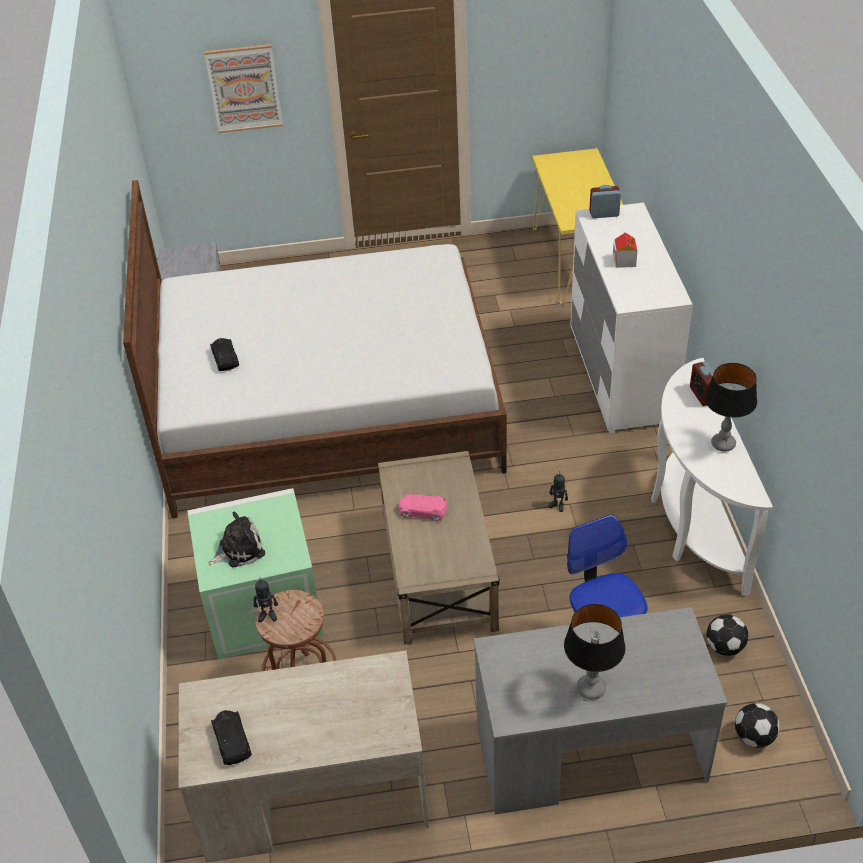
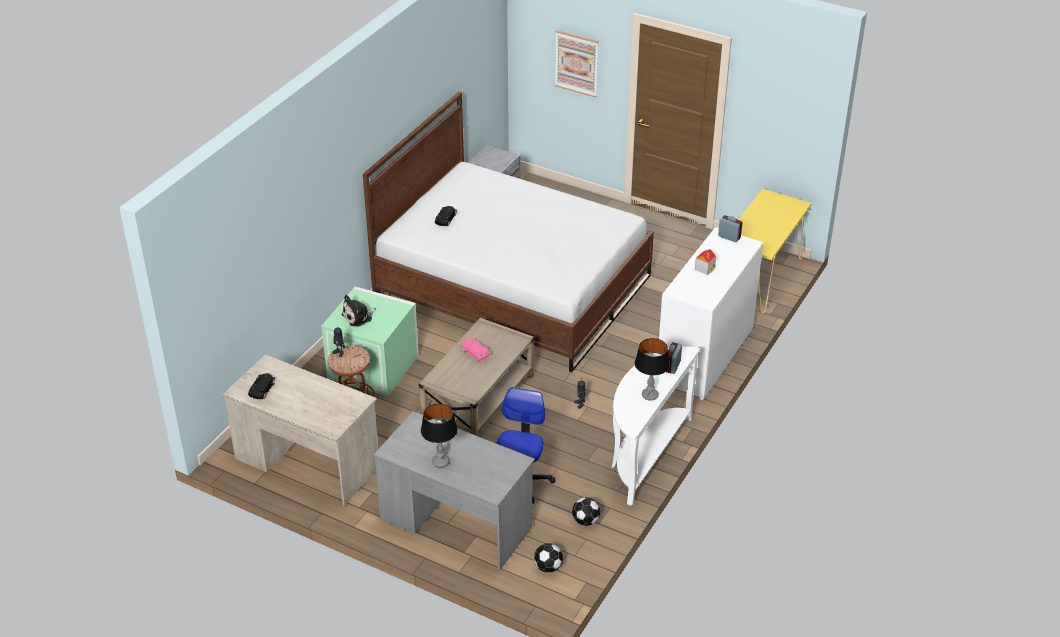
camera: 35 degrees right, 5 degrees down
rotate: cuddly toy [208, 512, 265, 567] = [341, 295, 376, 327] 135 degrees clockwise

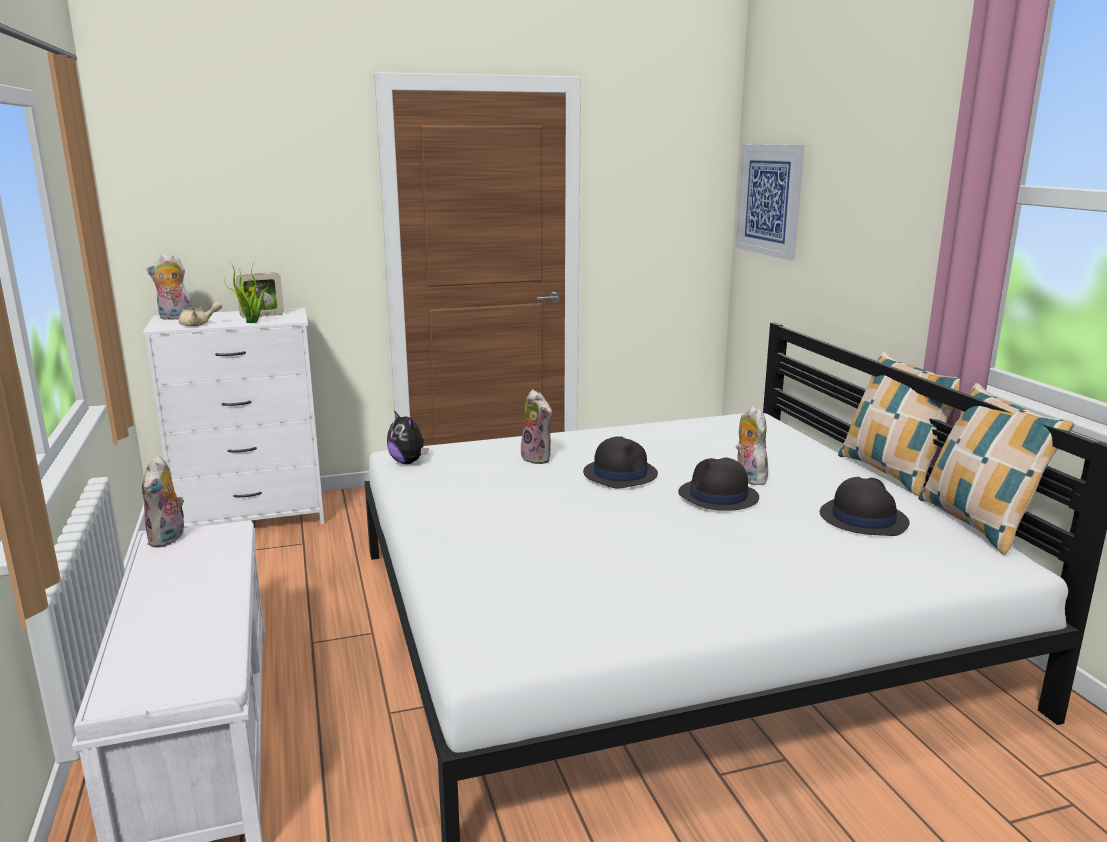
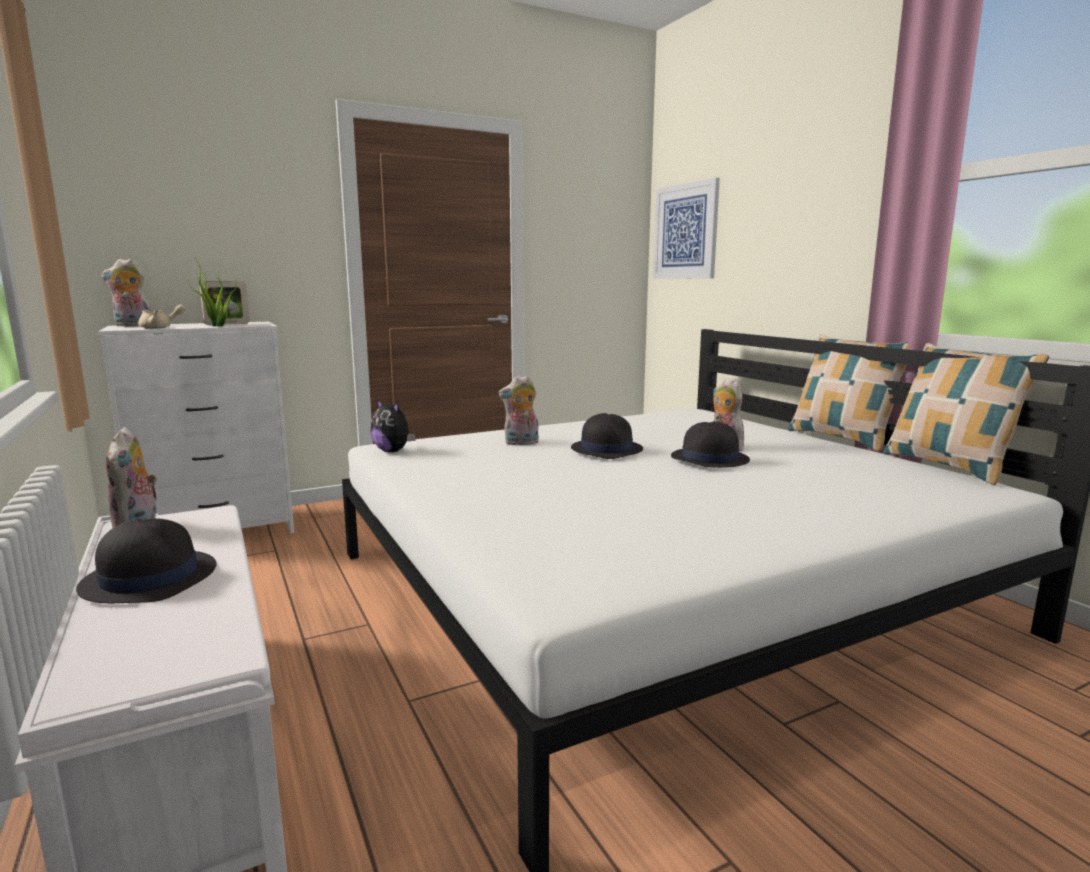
camera: 10 degrees left, 5 degrees down
move: black-coloured clothing hat [820, 477, 910, 536] to [76, 518, 216, 603]
rotate: cuddly toy [521, 390, 552, 464] = [498, 375, 539, 445] 120 degrees clockwise

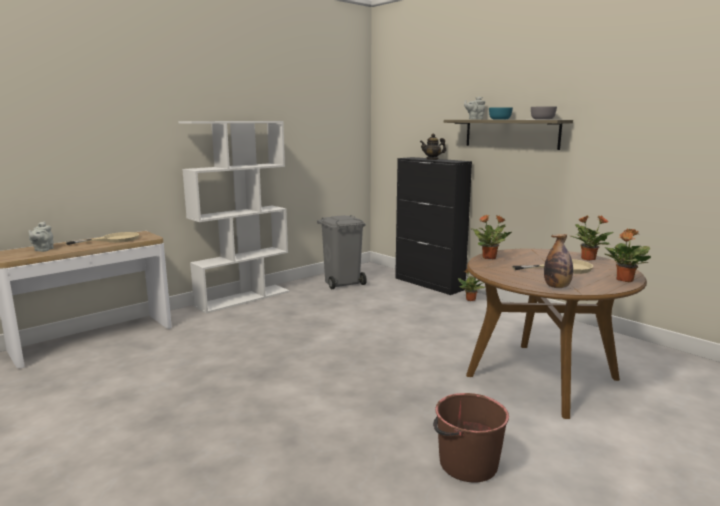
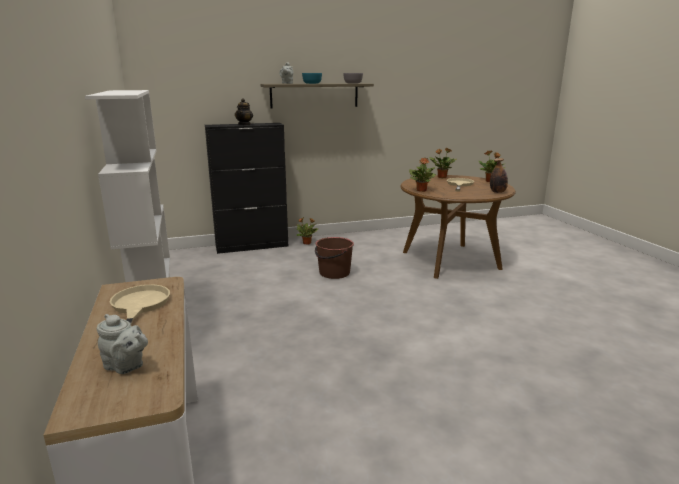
camera: 65 degrees left, 5 degrees up
delete: grey trash can [317, 215, 367, 289]
move: brown-coloured water bucket [433, 393, 509, 483] to [315, 237, 354, 279]

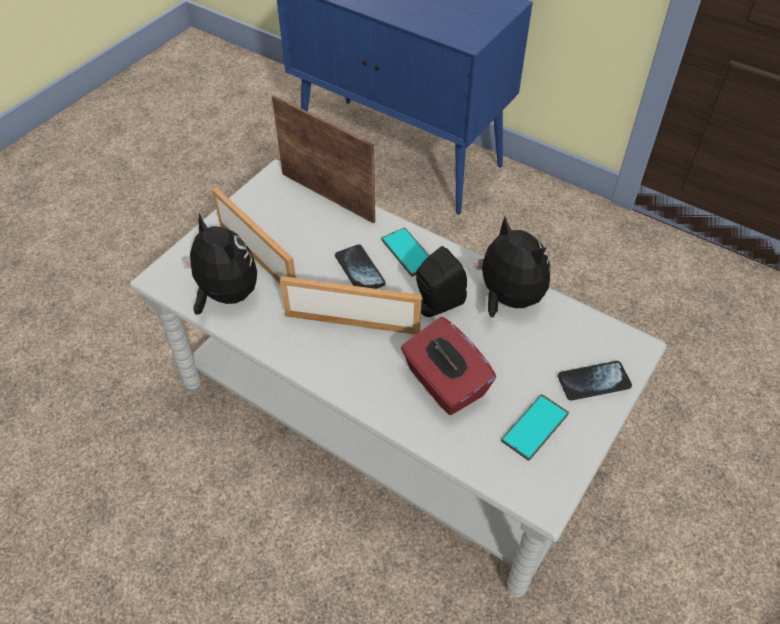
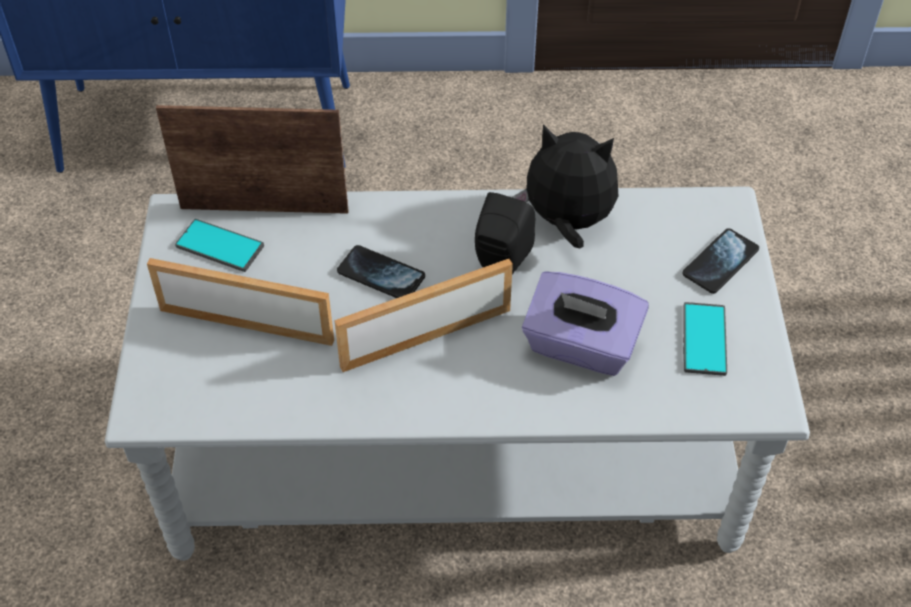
camera: 35 degrees left, 0 degrees up
delete: cuddly toy [182, 213, 257, 315]
move: handset [381, 228, 429, 277] to [175, 219, 264, 272]
recolor: red box of tissues [401, 317, 496, 415] to purple-coloured box of tissues [522, 272, 649, 376]

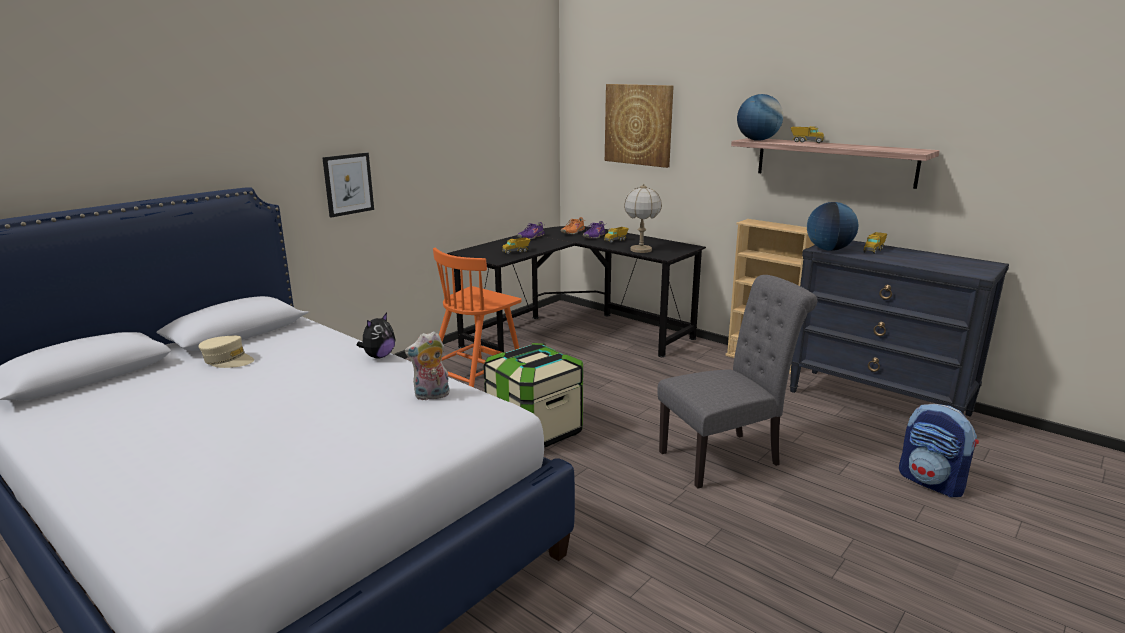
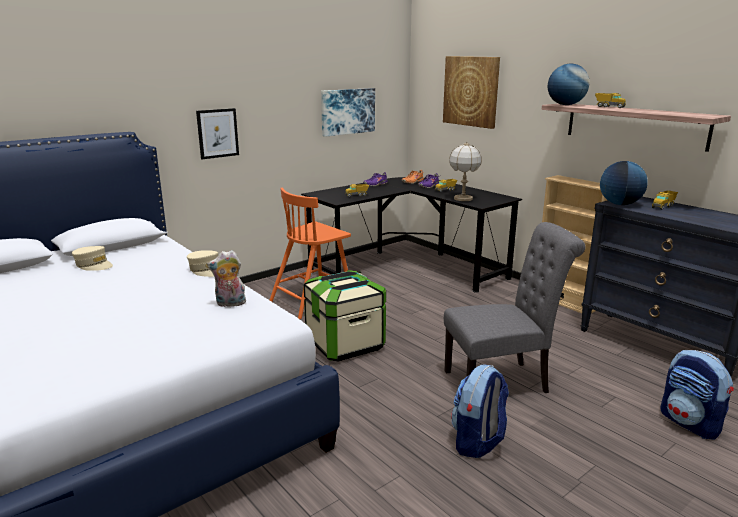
camera: 10 degrees right, 0 degrees up
insert: picture [321, 88, 375, 137]; backpack [451, 364, 509, 458]
replace: cuddly toy [357, 313, 395, 358] to beige peaked cap [187, 250, 218, 277]

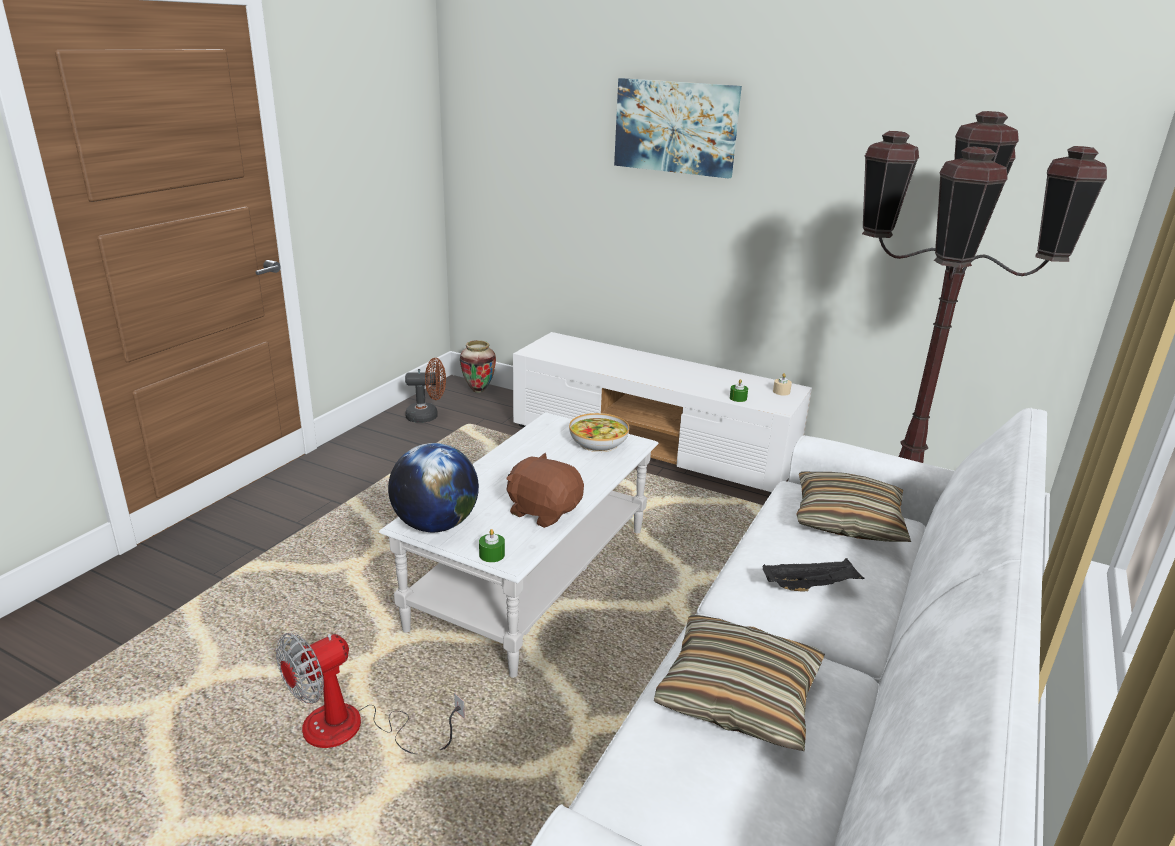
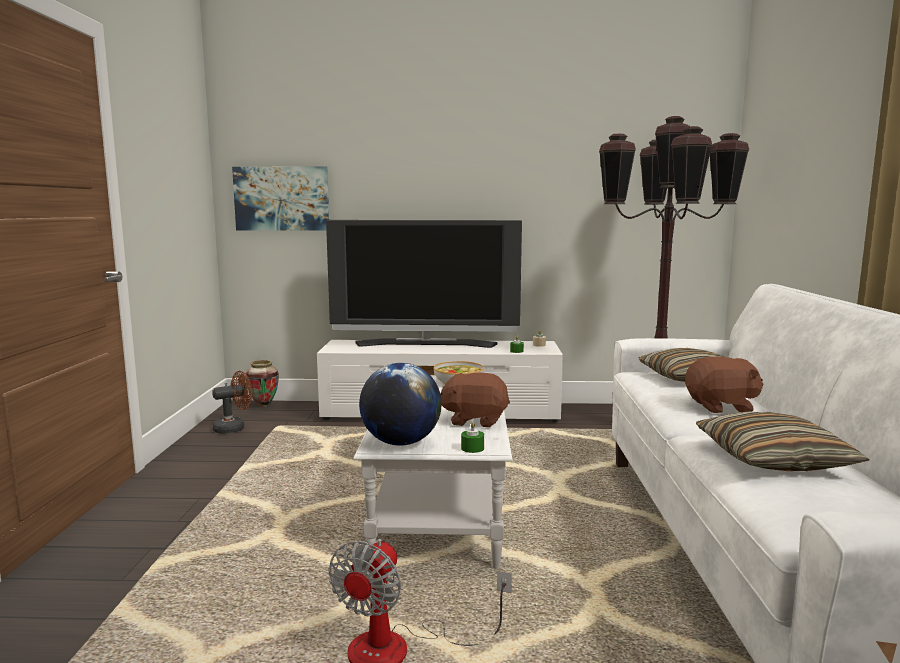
camera: 25 degrees left, 15 degrees down
insert: TV set [326, 220, 522, 348]
move: picture [614, 78, 742, 179] to [232, 167, 329, 231]
replace: black-coloured carrying tray [762, 558, 864, 591] to brown-coloured cuddly toy [685, 357, 763, 413]

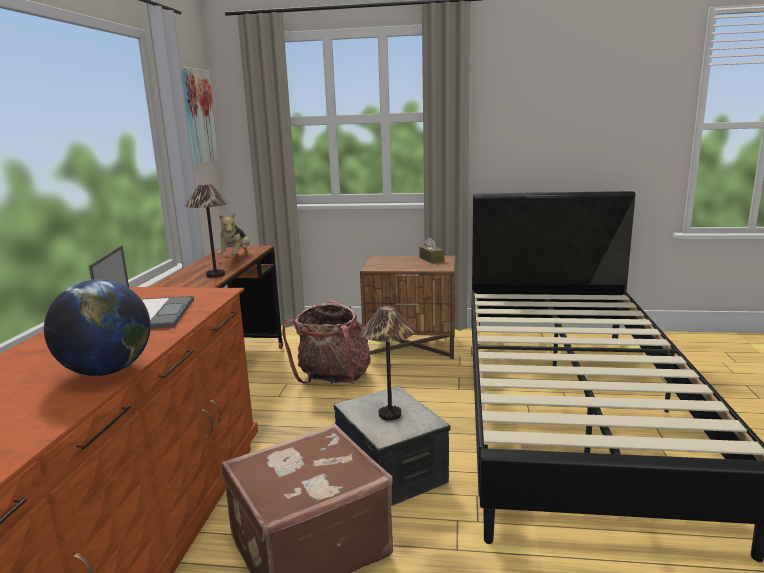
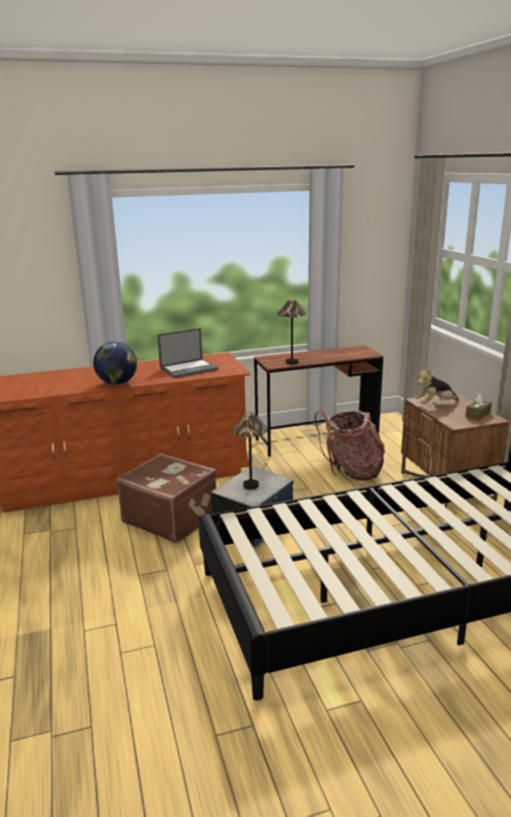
camera: 65 degrees right, 5 degrees up
delete: picture [181, 66, 219, 165]
move: cuddly toy [217, 212, 250, 255] to [415, 368, 459, 404]

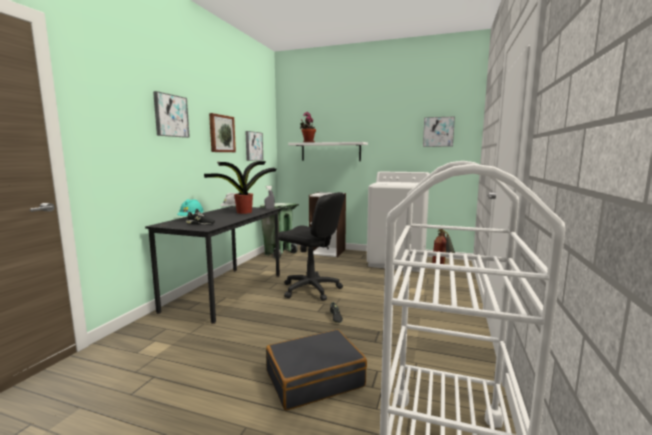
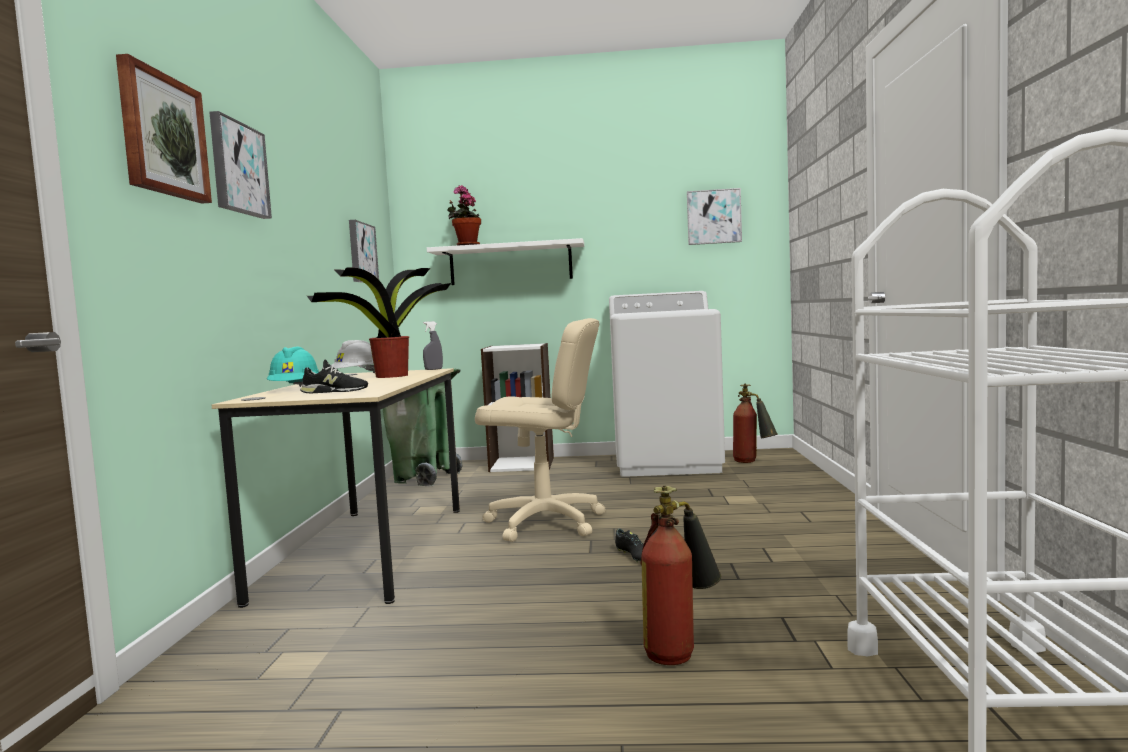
camera: 15 degrees left, 5 degrees down
move: picture [209, 113, 236, 152] to [116, 54, 212, 204]
replace: black-coloured suitcase [266, 329, 367, 410] to fire extinguisher [641, 486, 721, 665]
recolor: black-coloured desk table [145, 206, 280, 324] to beige desk table [212, 368, 460, 608]; black-coloured computer chair [278, 192, 345, 301] to beige computer chair [475, 318, 605, 542]

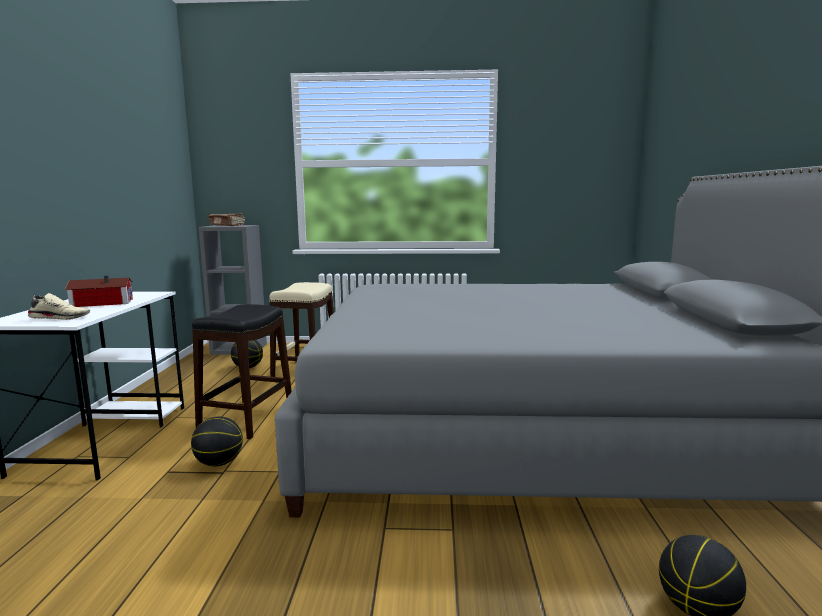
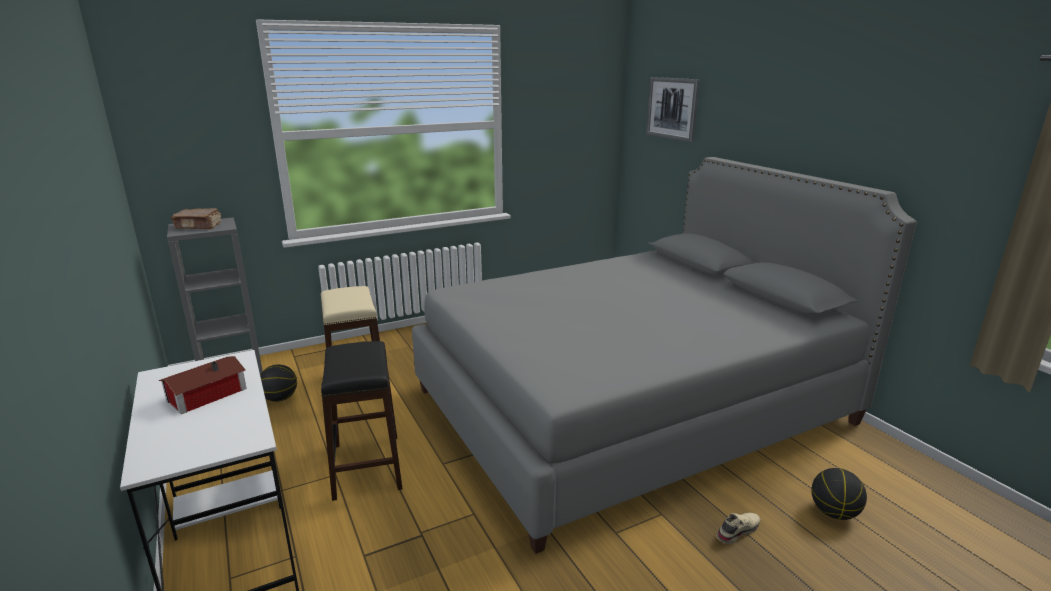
camera: 30 degrees left, 10 degrees up
delete: basketball [191, 416, 243, 466]
insert: picture [646, 77, 700, 143]
move: beige low shoe [27, 293, 90, 320] to [716, 513, 760, 544]

